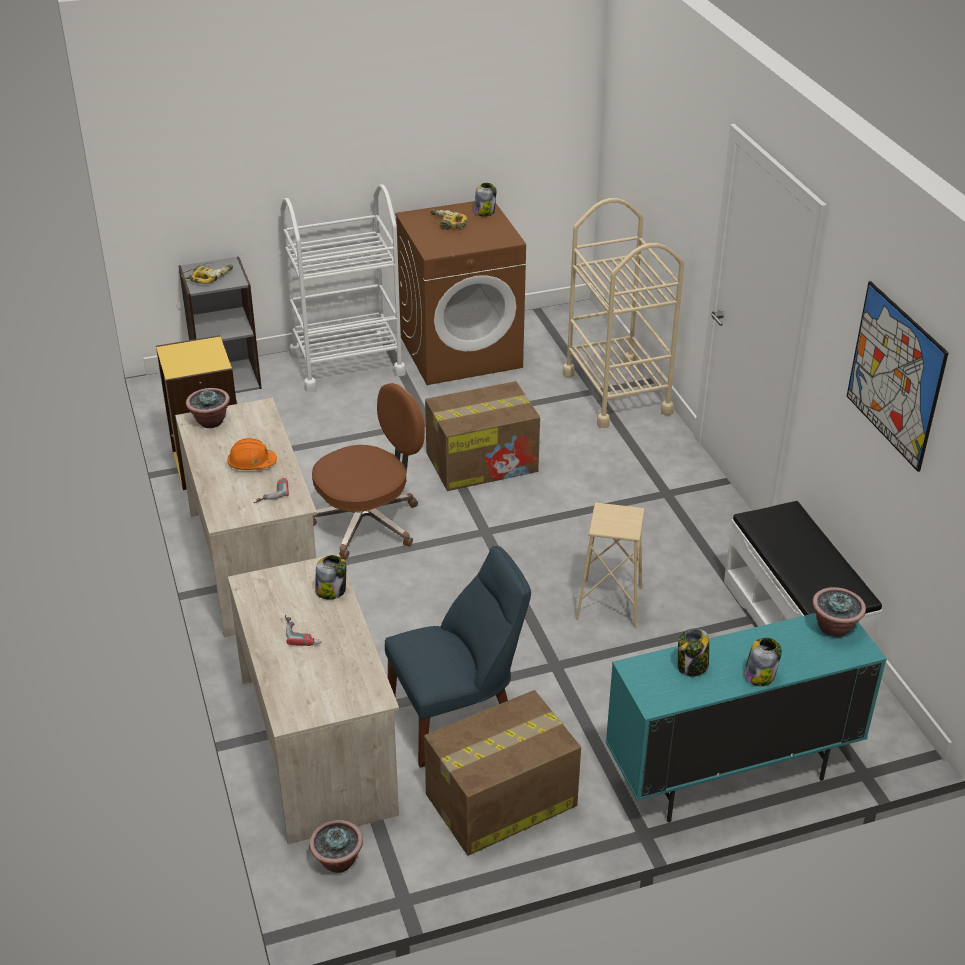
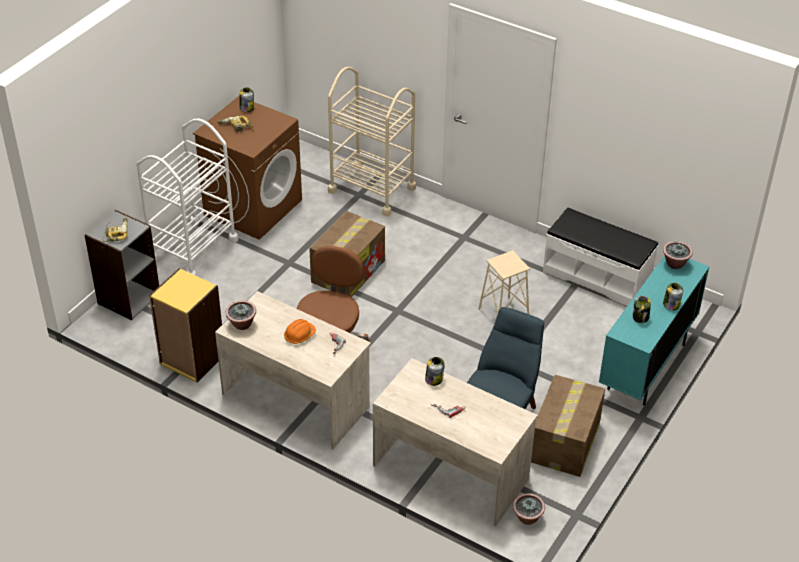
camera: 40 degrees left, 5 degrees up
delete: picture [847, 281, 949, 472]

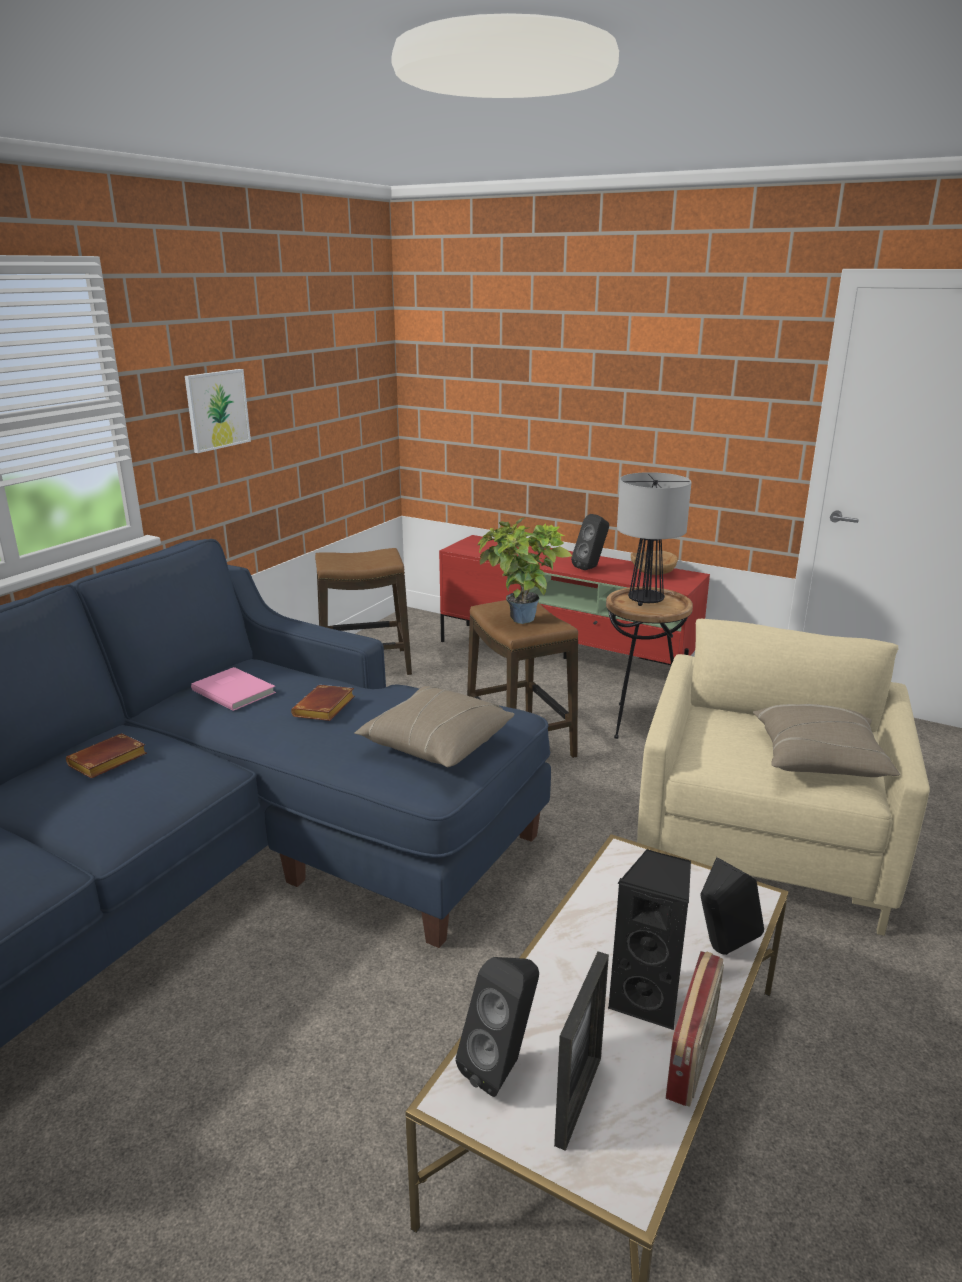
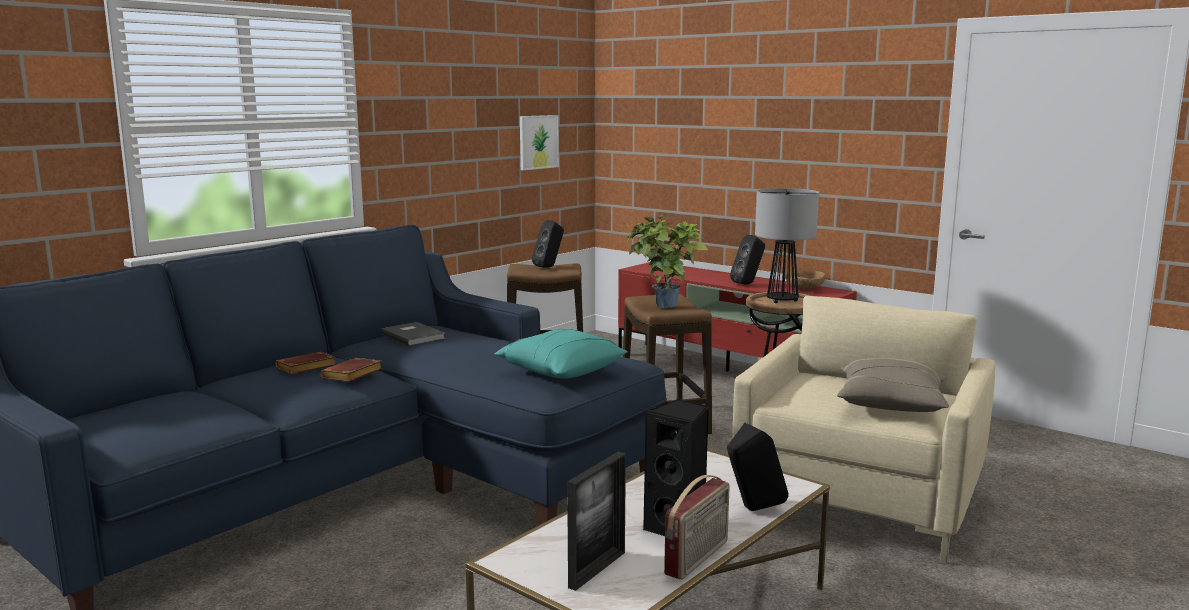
camera: 10 degrees right, 10 degrees down
move: picture [185, 369, 251, 453] to [520, 115, 559, 170]; brown-coloured bound book [291, 685, 355, 721] to [321, 358, 382, 382]; black-coloured speaker [456, 957, 539, 1097] to [532, 220, 564, 268]
recolor: pink bound book [191, 667, 276, 711] to grey bound book [381, 322, 446, 346]; beige throw pillow [355, 686, 514, 767] to turquoise throw pillow [494, 329, 628, 379]

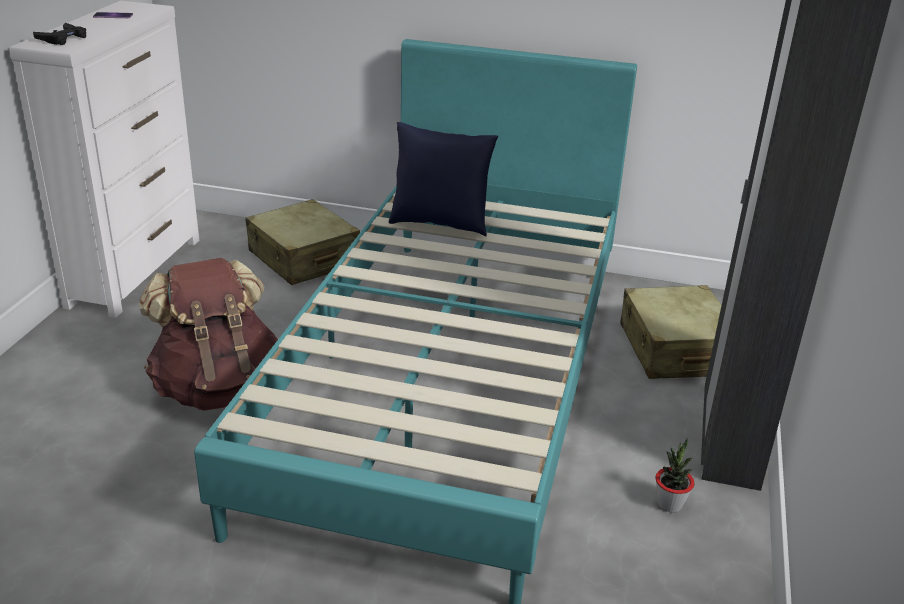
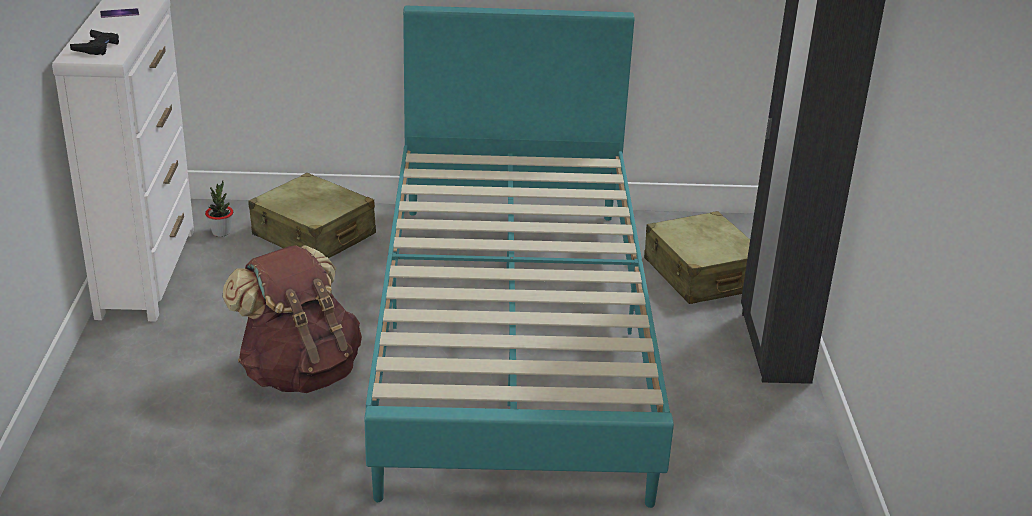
camera: 15 degrees left, 0 degrees up
delete: blue throw pillow [389, 122, 498, 237]
move: potted plant [656, 438, 694, 513] to [205, 180, 233, 237]

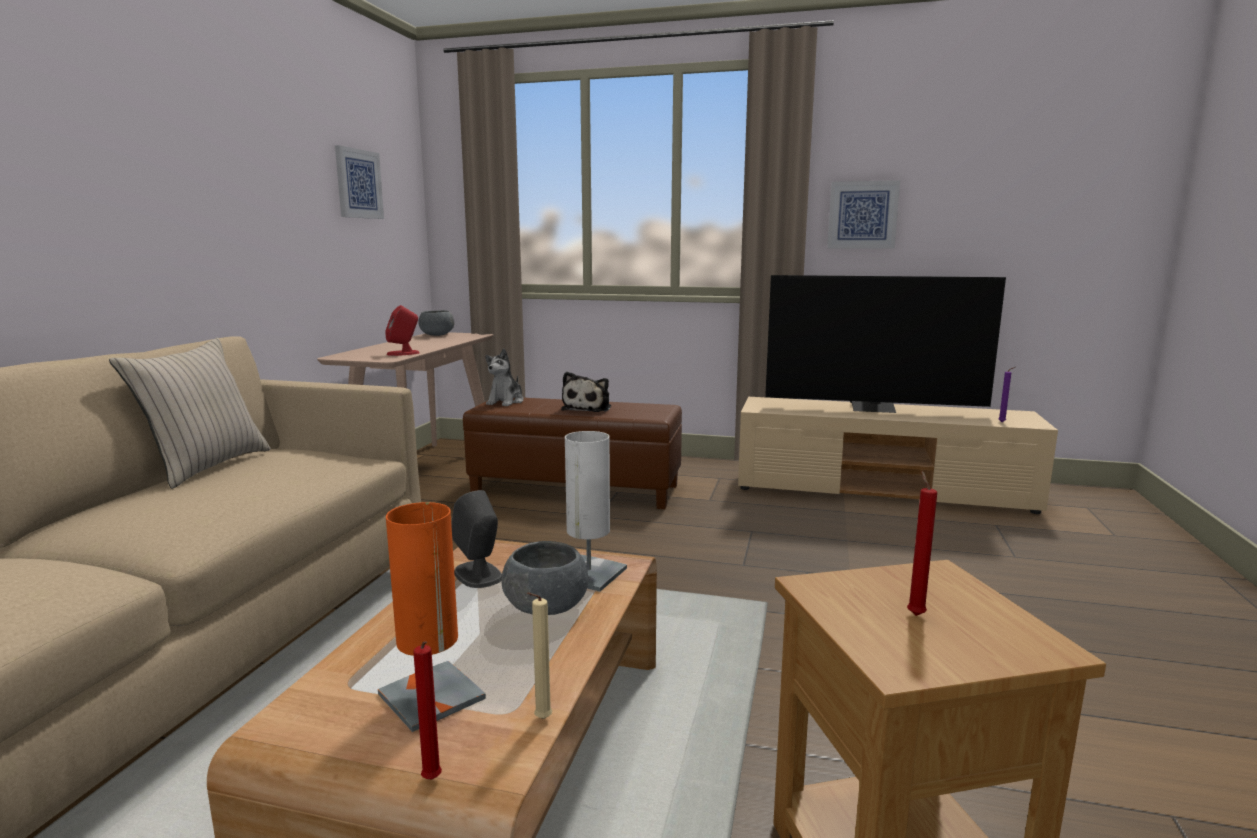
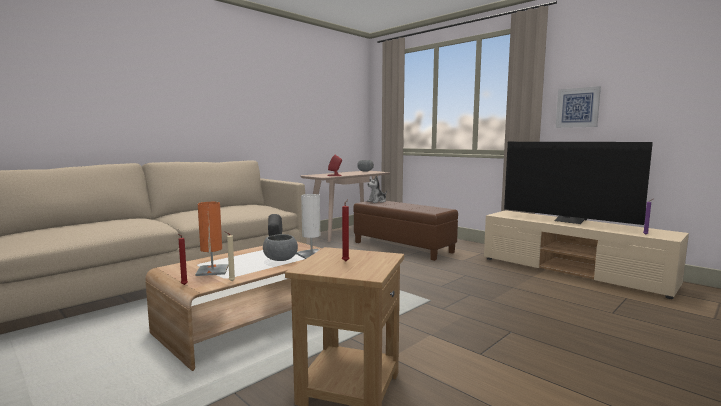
camera: 30 degrees right, 5 degrees down
delete: beige throw pillow [109, 338, 270, 489]; picture [335, 145, 384, 219]; cuddly toy [561, 372, 611, 412]

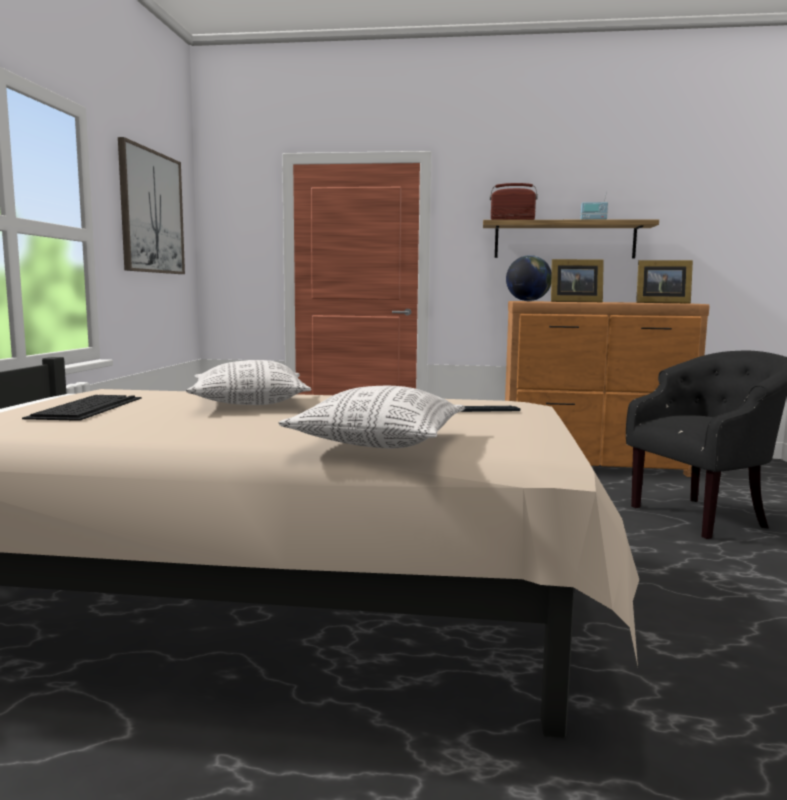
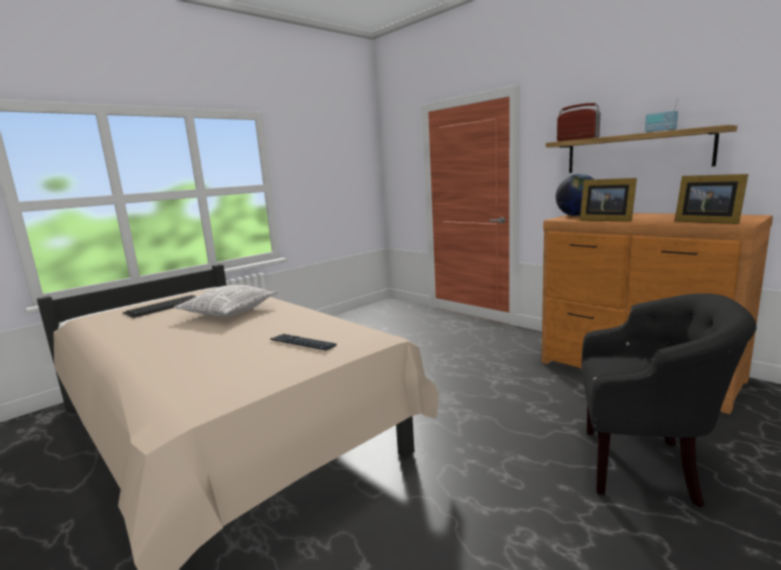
camera: 40 degrees right, 5 degrees up
delete: picture [118, 137, 185, 274]; throw pillow [278, 386, 465, 448]

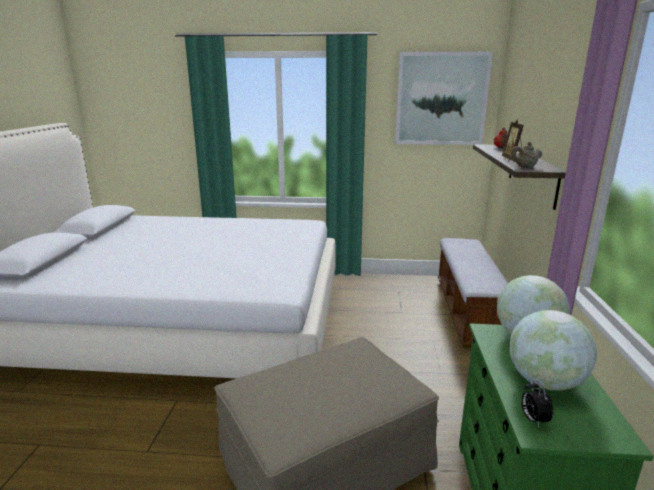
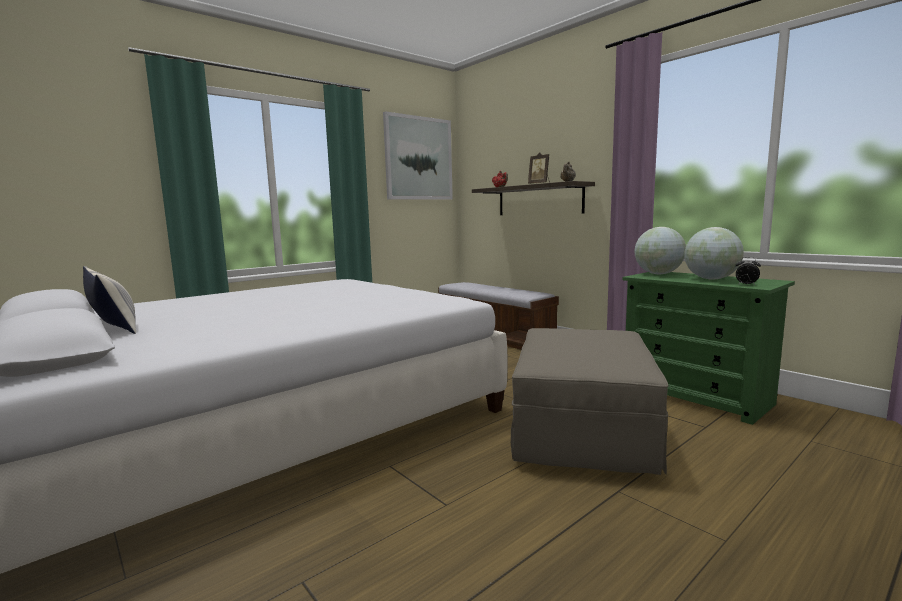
camera: 45 degrees left, 10 degrees down
insert: throw pillow [83, 266, 136, 334]

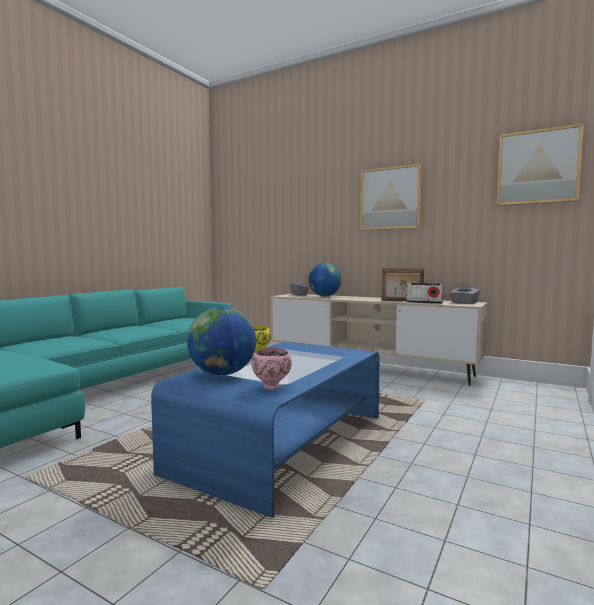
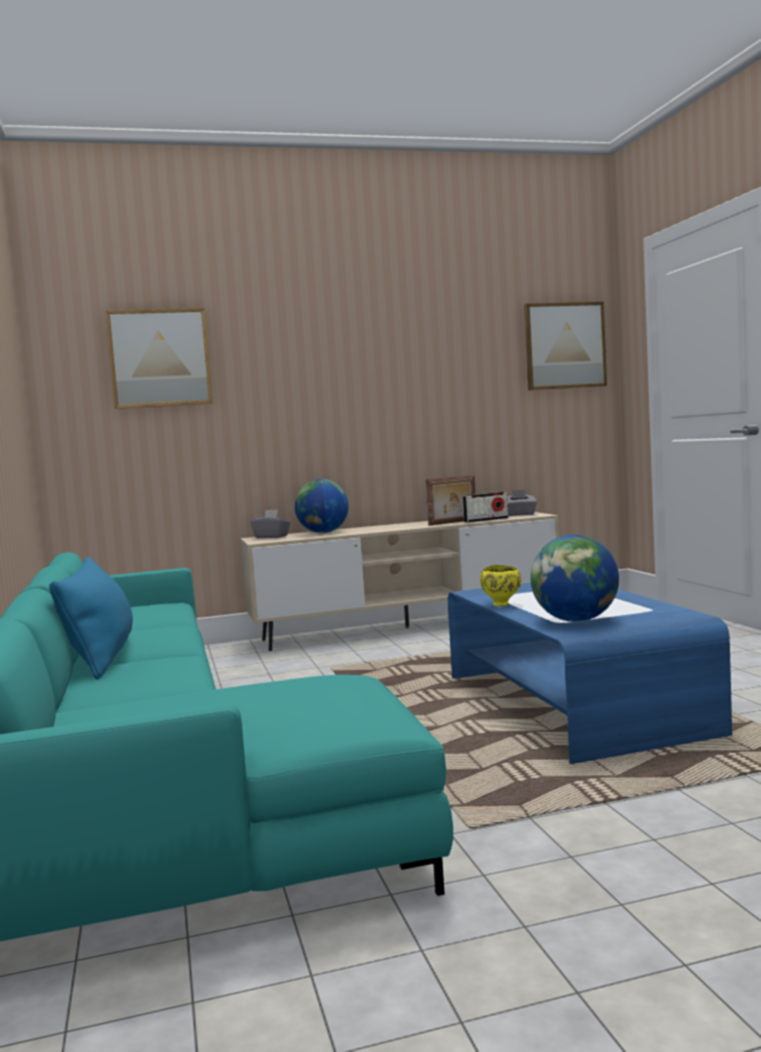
camera: 45 degrees left, 0 degrees up
delete: pink bowl [251, 347, 292, 389]
insert: blue throw pillow [49, 557, 133, 679]
move: picture [360, 164, 422, 230] to [105, 308, 213, 409]

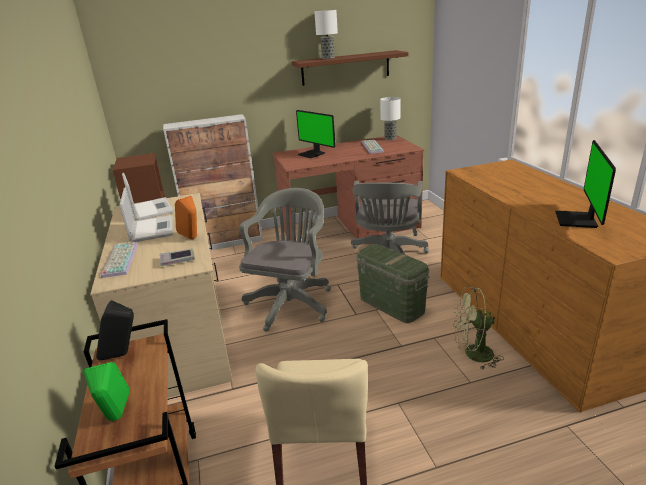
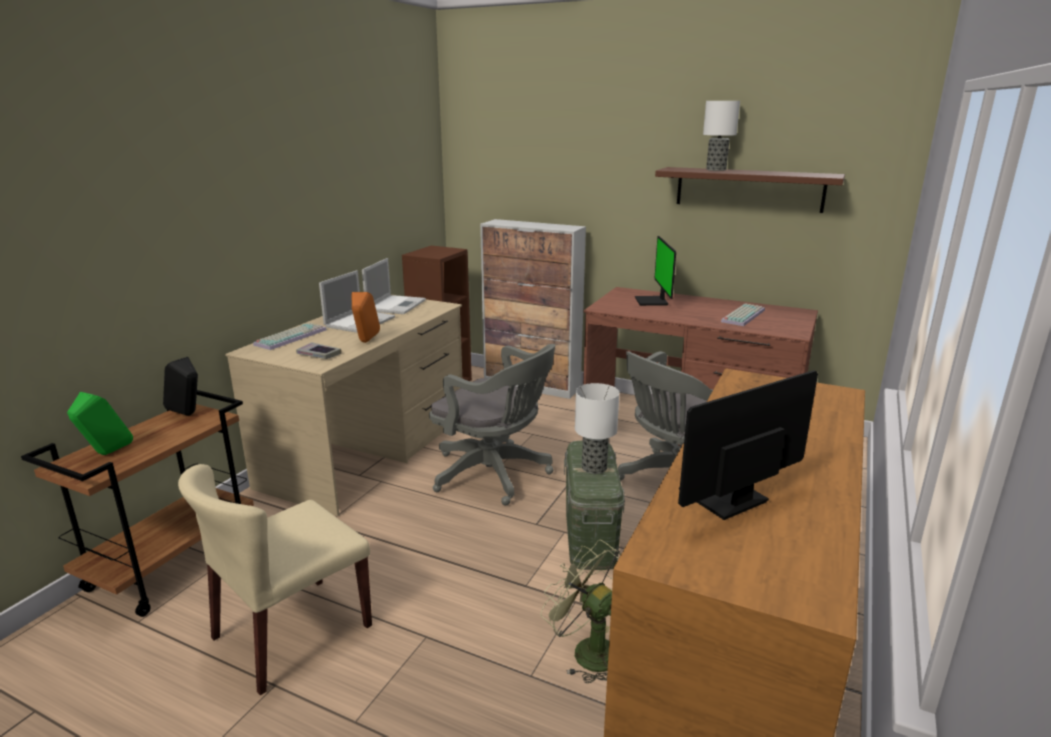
camera: 40 degrees right, 5 degrees down
move: lamp for a table [380, 97, 400, 140] to [575, 383, 619, 474]
rotate: grey computer chair [239, 188, 331, 332] = [429, 344, 555, 506] 60 degrees clockwise

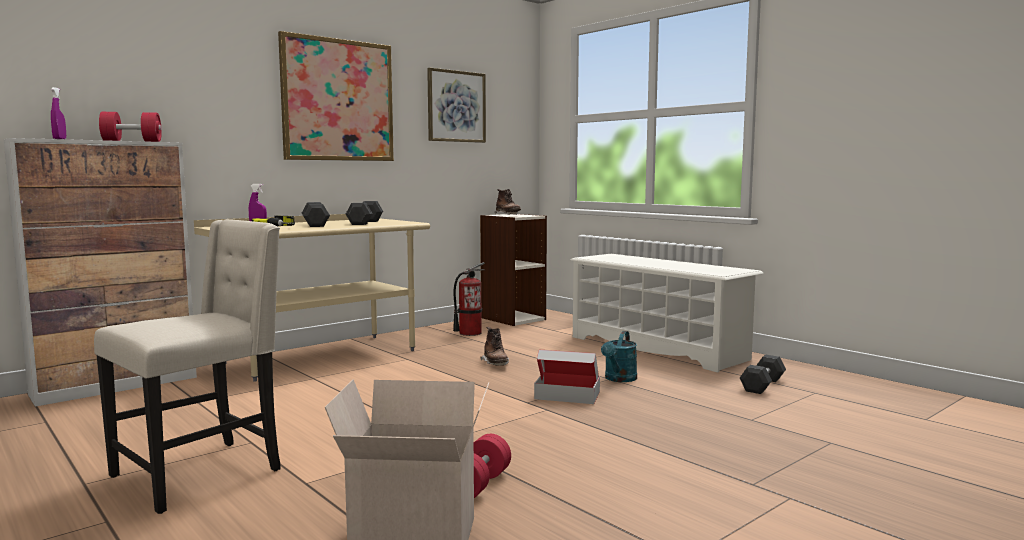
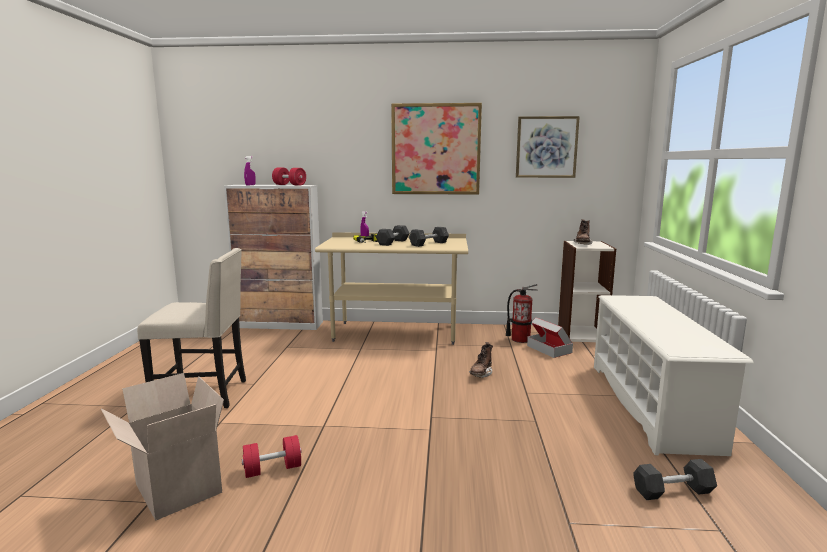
camera: 45 degrees right, 5 degrees up
delete: turquoise watering can [601, 331, 637, 382]
move: carton [534, 350, 600, 404] to [527, 317, 573, 358]

